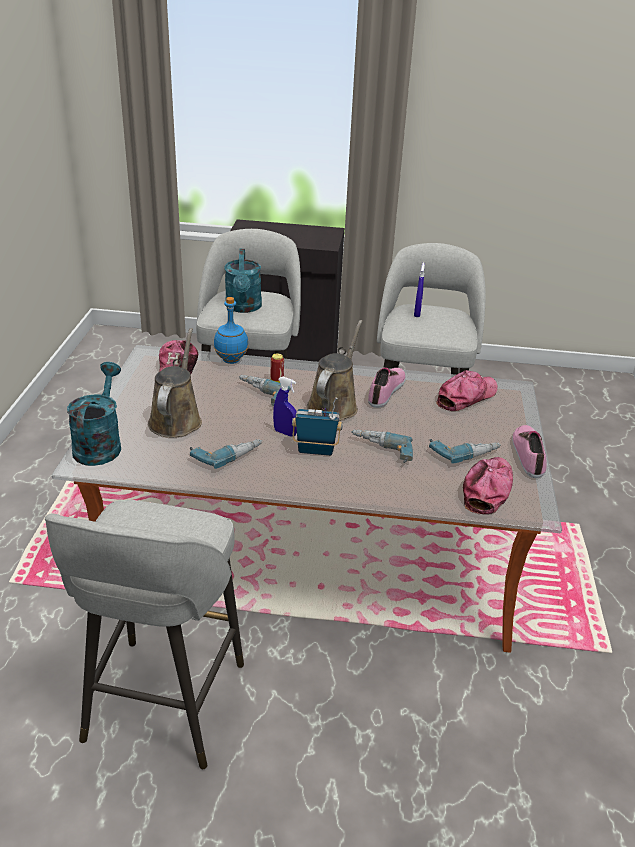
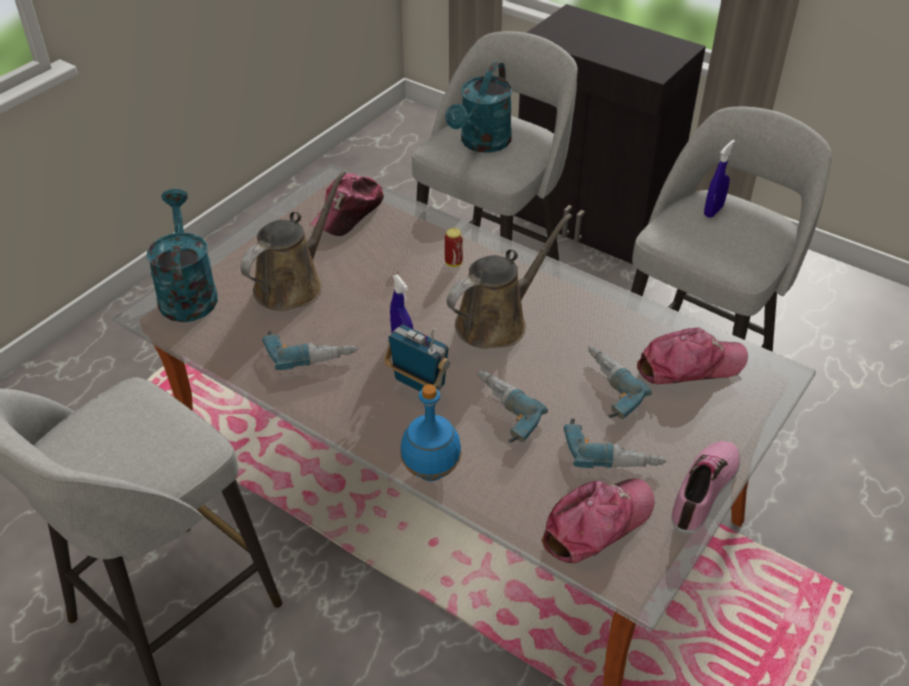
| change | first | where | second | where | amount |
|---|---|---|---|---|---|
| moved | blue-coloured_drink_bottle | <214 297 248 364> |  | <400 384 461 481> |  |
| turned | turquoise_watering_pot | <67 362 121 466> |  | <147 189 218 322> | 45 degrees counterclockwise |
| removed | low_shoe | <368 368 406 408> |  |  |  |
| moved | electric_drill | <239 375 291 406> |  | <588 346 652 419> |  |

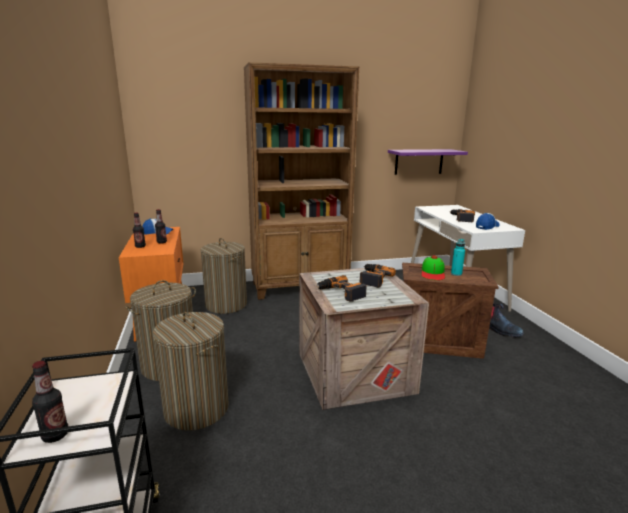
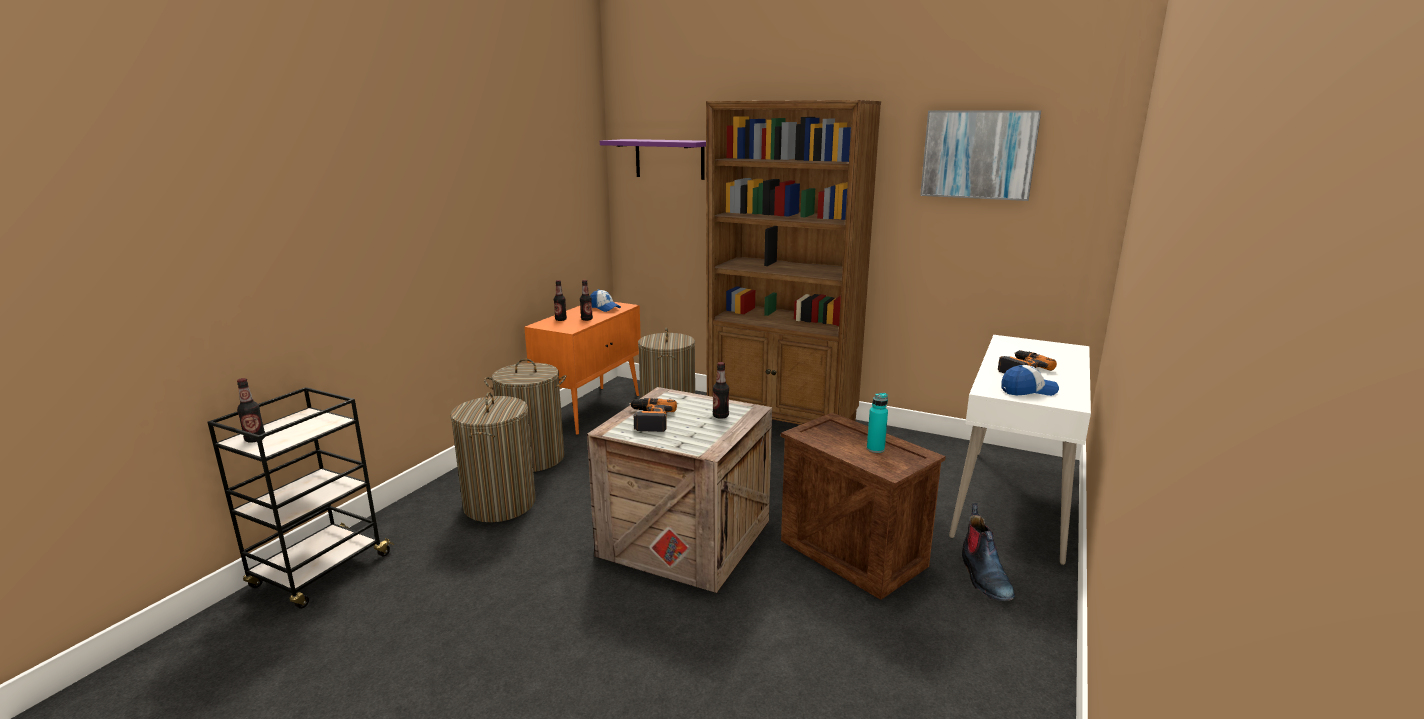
| change | first | where | second | where | amount |
|---|---|---|---|---|---|
| moved | purplish_bracket_shelf | <388 149 468 175> |  | <600 139 706 180> |  |
| removed | peaked_cap | <422 256 445 280> |  |  |  |
| replaced | electric_drill | <360 264 396 288> | drink_bottle | <713 362 729 419> |  |
| added |  |  | wall_picture | <920 110 1041 201> |  |

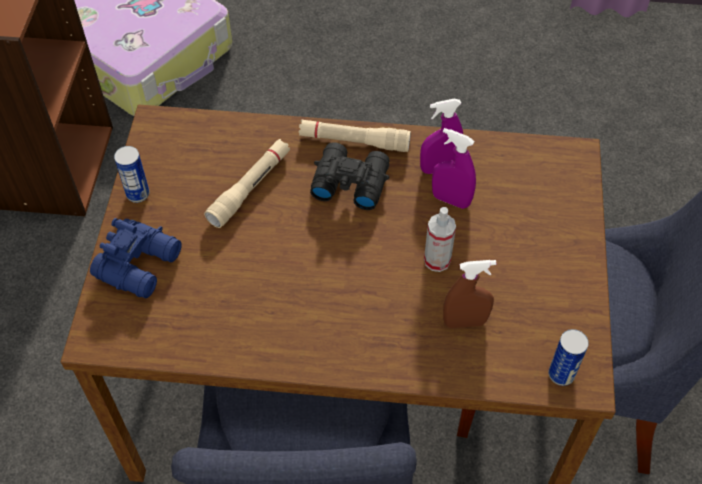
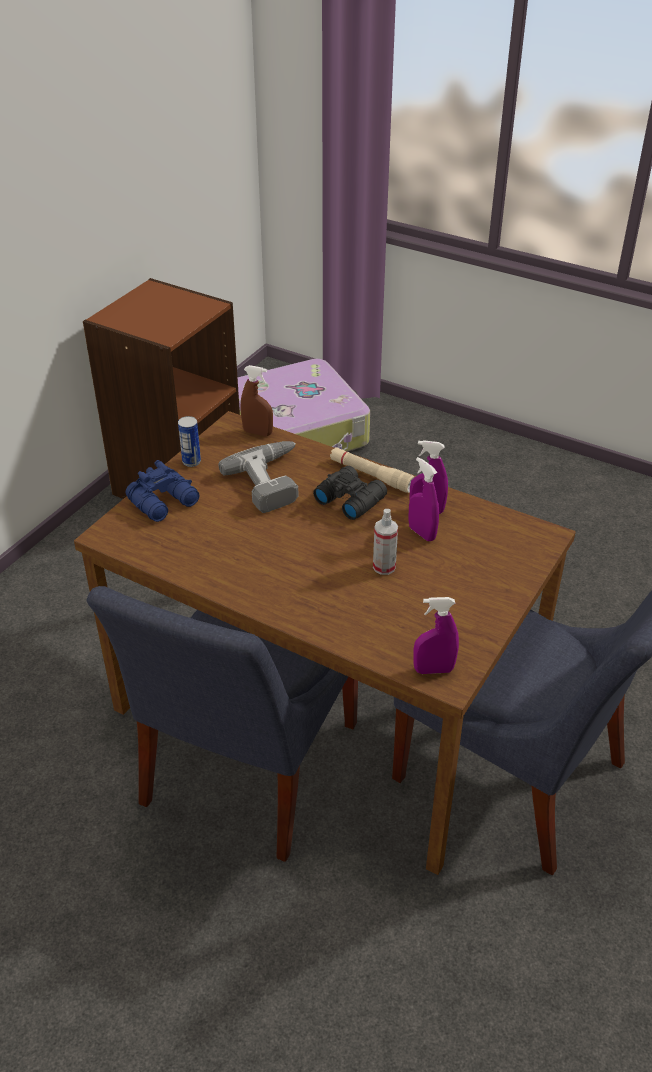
| change | first | where | second | where | amount |
|---|---|---|---|---|---|
| replaced | sand-coloured_flashlight | <204 139 290 228> | electric_drill | <218 441 298 513> |  |
| moved | brown-coloured_sprayer | <443 260 496 328> |  | <241 365 273 436> |  |
| replaced | sealed_can | <548 329 589 386> | purplish_sprayer | <413 597 459 674> |  |

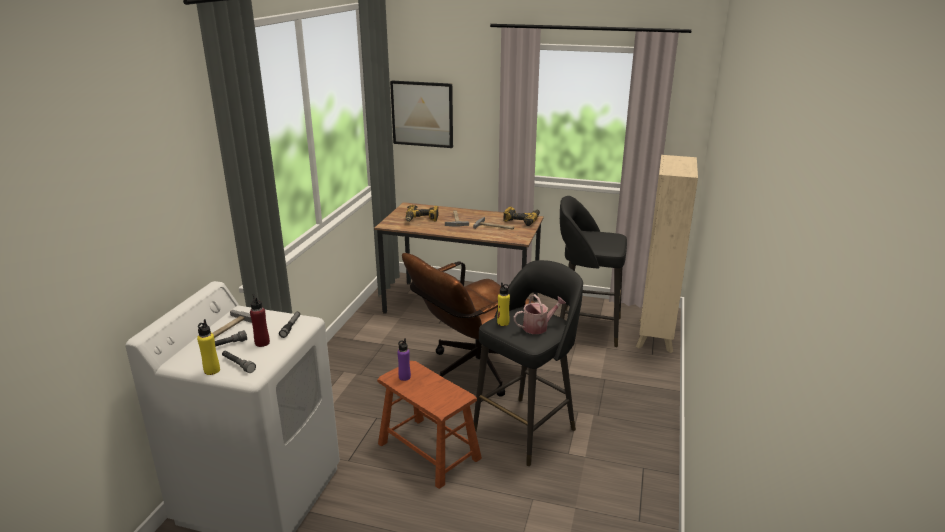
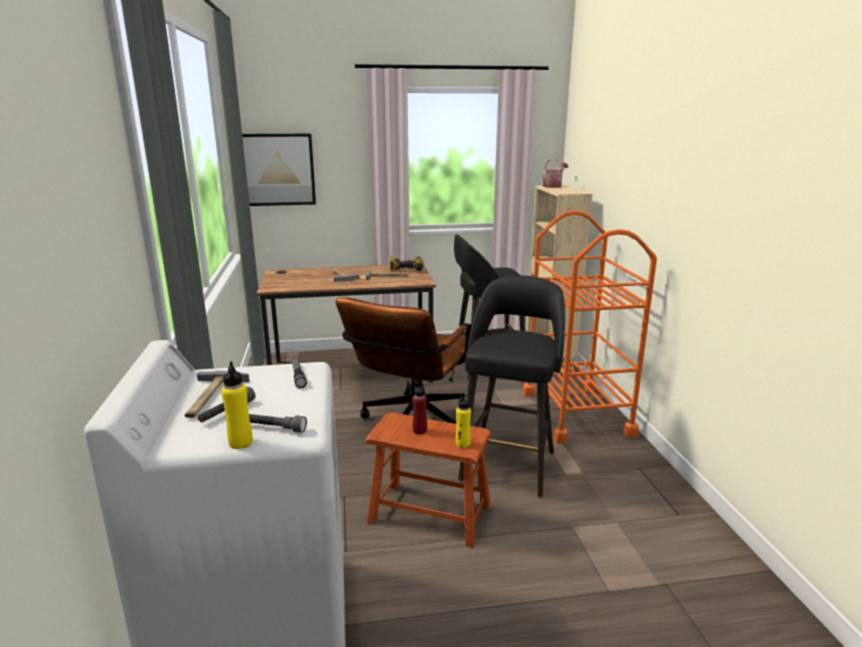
| change | first | where | second | where | amount |
|---|---|---|---|---|---|
| removed | electric_drill | <406 205 439 222> |  |  |  |
| moved | yellow_drink_bottle | <497 282 510 326> |  | <455 394 472 448> |  |
| moved | red_drink_bottle | <250 294 270 347> |  | <413 381 427 434> |  |
| moved | watering_pot | <514 294 566 334> |  | <543 159 569 188> |  |
| removed | purplish_drink_bottle | <397 338 411 381> |  |  |  |
| added |  |  | orange_trolley | <523 210 657 444> |  |

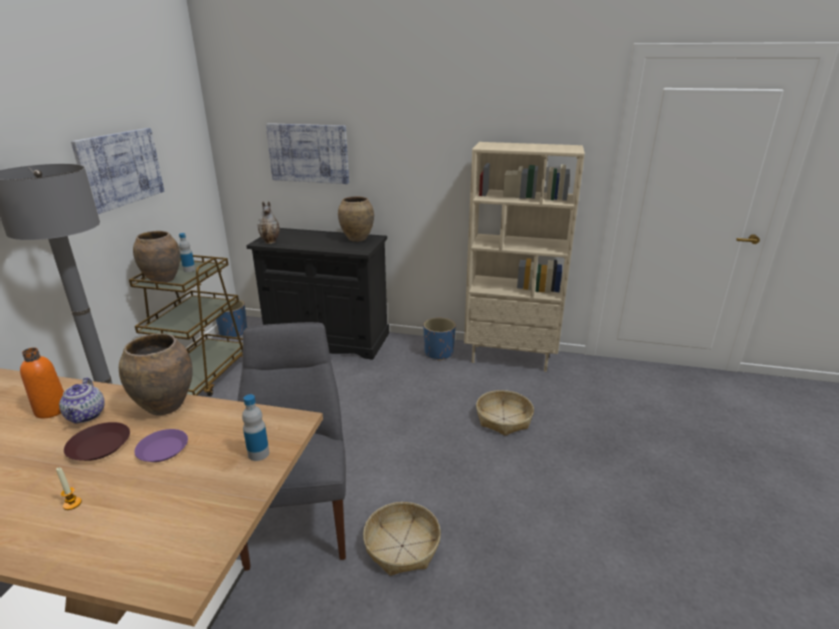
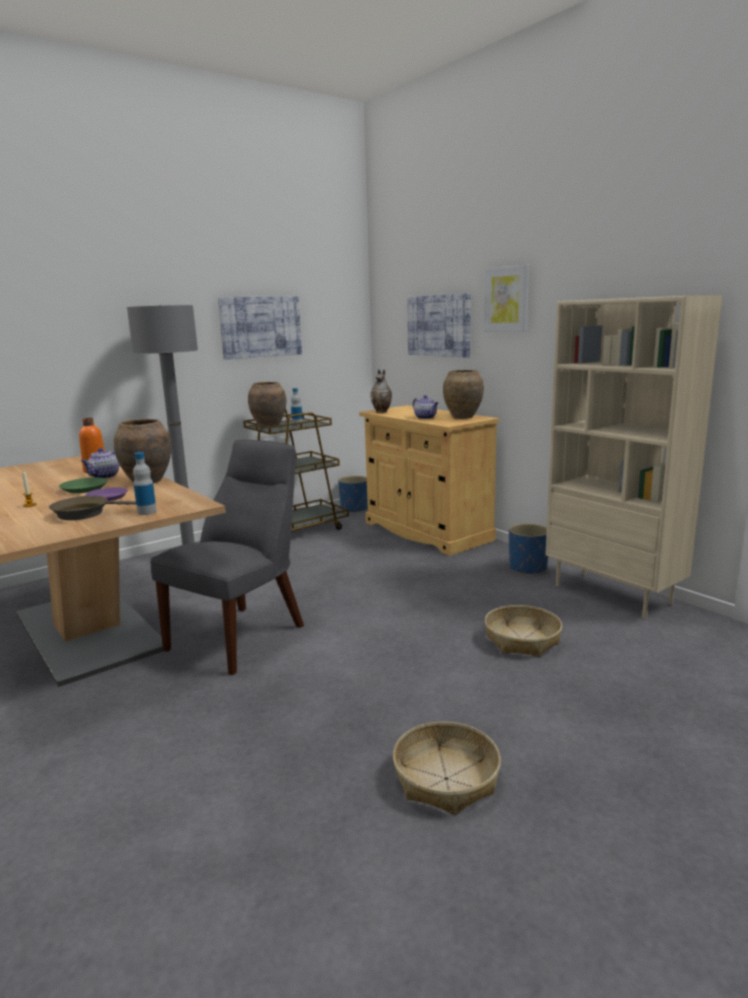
| change | first | where | second | where | amount |
|---|---|---|---|---|---|
| recoloured | blackish_cupboard | <246 228 389 360> | sand-coloured_cupboard | <359 405 499 556> |  |
| recoloured | brown-coloured_flat_dish | <64 422 130 461> | green-coloured_flat_dish | <59 478 108 493> |  |
| moved | household_basket | <363 502 441 576> |  | <393 722 501 815> |  |
| added |  |  | wall_picture | <484 265 530 332> |  |
| added |  |  | teapot | <413 395 438 419> |  |
| added |  |  | brown-coloured_pan | <49 496 136 520> |  |

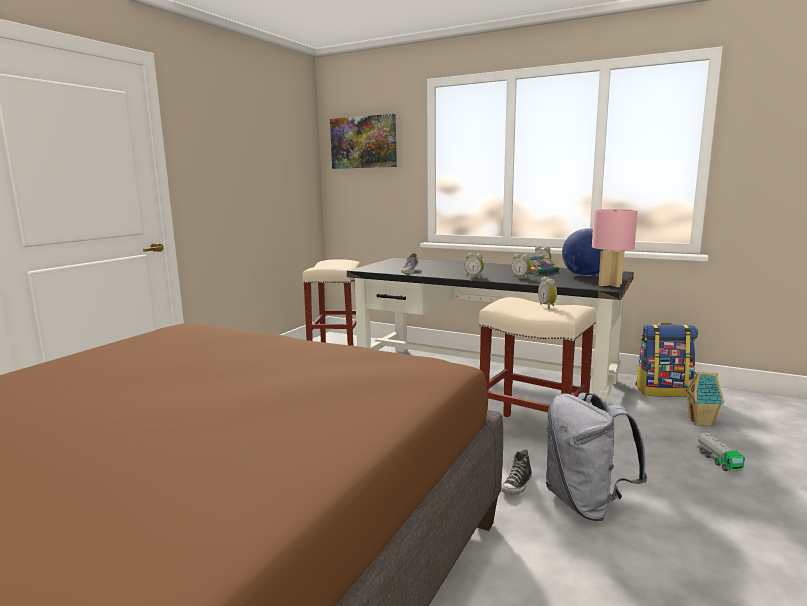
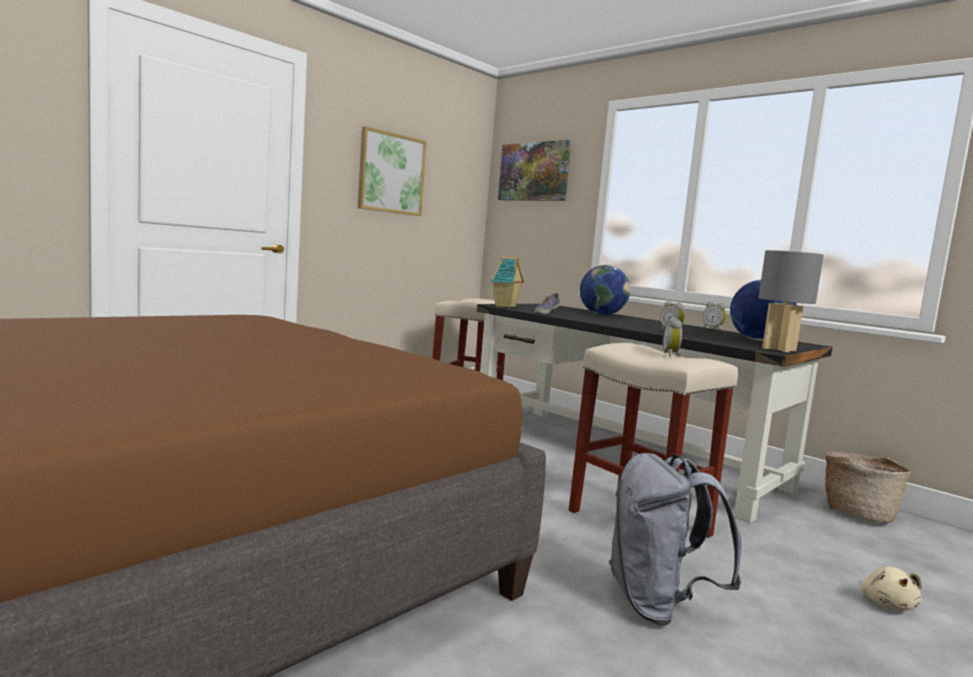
| change | first | where | second | where | amount |
|---|---|---|---|---|---|
| recoloured | pinkish_tabletop_lamp | <592 209 638 287> | grey_tabletop_lamp | <758 250 824 352> |  |
| removed | bedside_clock | <465 253 484 277> |  |  |  |
| removed | volume | <529 255 559 275> |  |  |  |
| replaced | knapsack | <635 323 698 397> | household_basket | <825 451 911 523> |  |
| moved | model_house | <685 372 724 426> |  | <491 256 524 308> |  |
| replaced | toy_lorry | <698 432 745 472> | sand-coloured_cuddly_toy | <861 566 922 611> |  |
| removed | low_shoe | <501 449 532 495> |  |  |  |
| added |  |  | wall_picture | <358 126 427 216> |  |
| added |  |  | desk_globe | <580 265 630 315> |  |

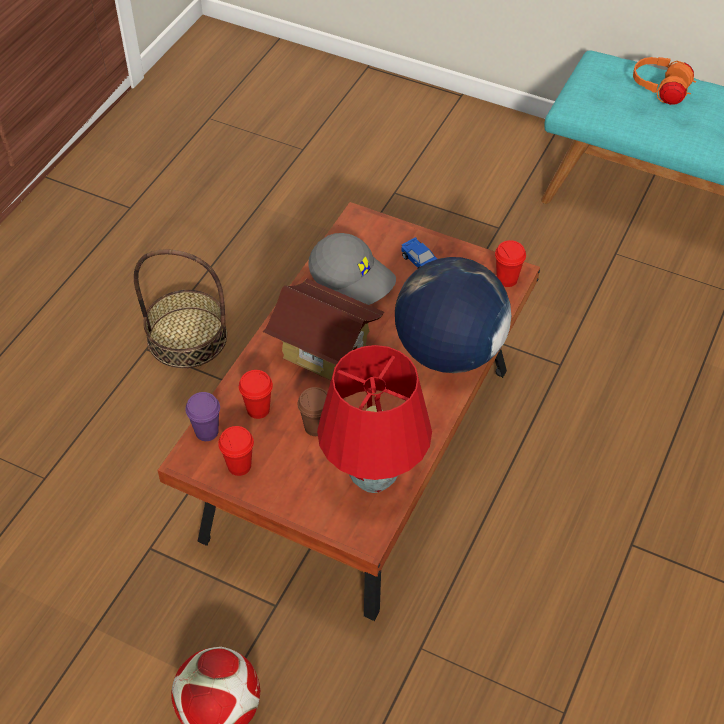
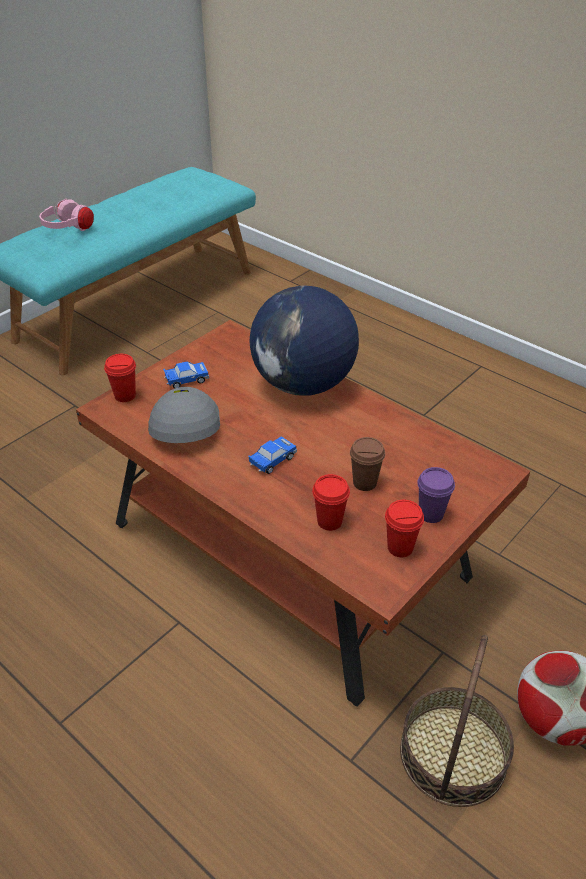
| change | first | where | second | where | amount |
|---|---|---|---|---|---|
| recoloured | orange_headphones | <633 57 696 105> | pinkish_headphones | <39 199 94 231> |  |
| turned | grey_peaked_cap | <308 233 396 305> |  | <148 387 220 443> | 60 degrees counterclockwise |
| moved | red_drinking_cup | <495 240 526 287> |  | <104 354 136 402> |  |
| moved | household_basket | <134 249 227 368> |  | <400 635 514 807> |  |
| replaced | model_house | <263 279 384 380> | miniature_car | <248 436 297 474> |  |
| removed | red_tabletop_lamp | <317 345 432 493> |  |  |  |
| moved | purplish_drinking_cup | <186 392 220 441> |  | <417 467 455 523> |  |

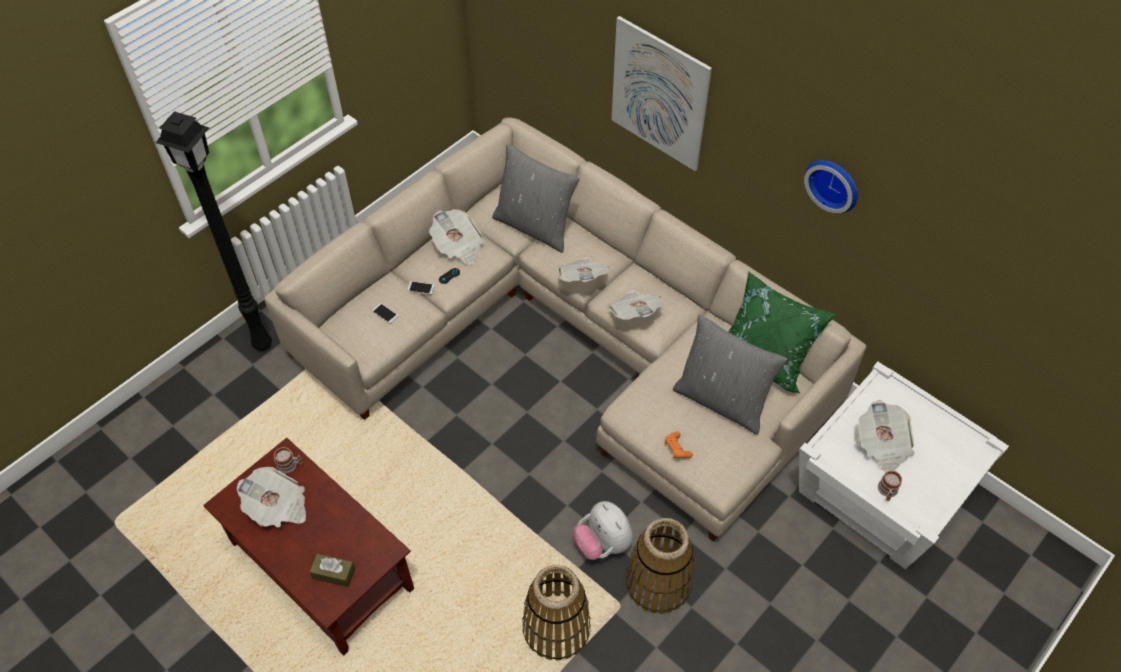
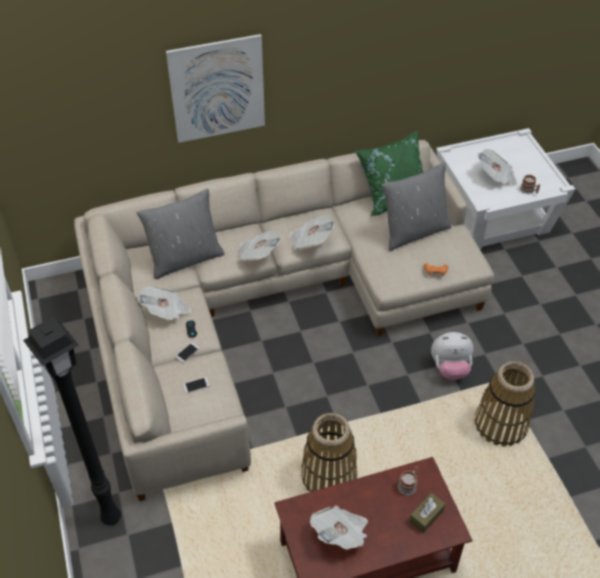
| change | first | where | second | where | amount |
|---|---|---|---|---|---|
| removed | clock_on_the_wall | <804 160 858 213> |  |  |  |
| moved | tea_mug | <274 447 303 473> |  | <398 466 417 495> |  |
| moved | household_basket | <626 518 694 614> |  | <301 413 357 492> |  |

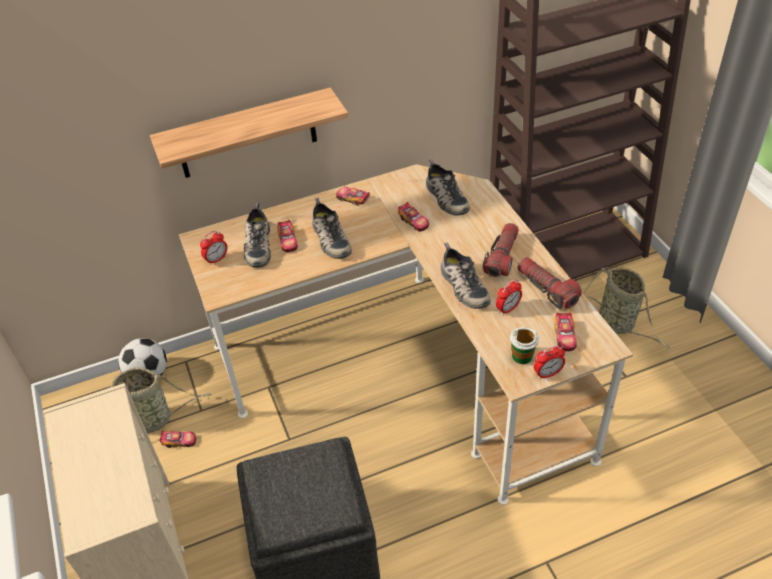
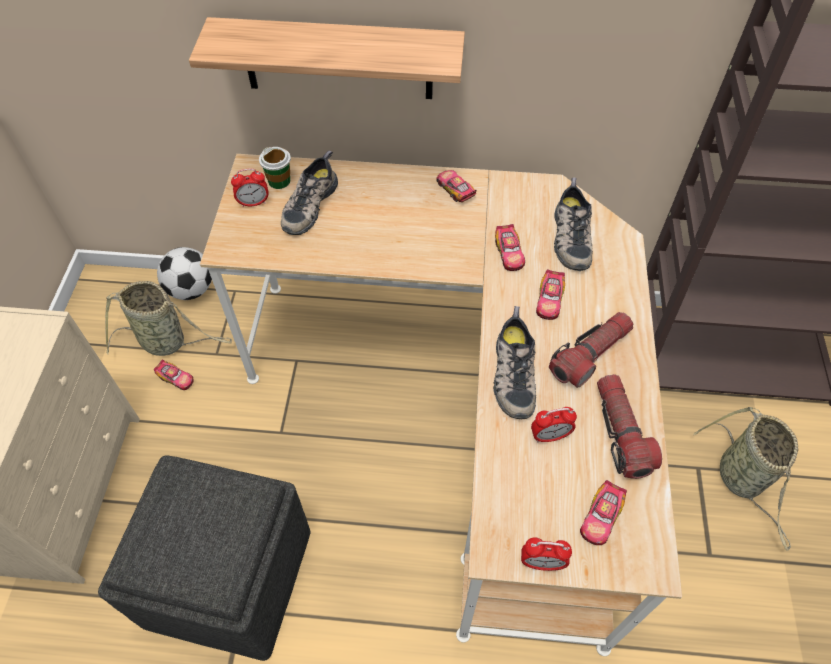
| change | first | where | second | where | amount |
|---|---|---|---|---|---|
| removed | low_shoe | <313 198 352 259> |  |  |  |
| moved | miniature_car | <277 220 298 252> |  | <536 269 565 320> |  |
| moved | drinking_cup | <510 327 539 364> |  | <259 147 291 189> |  |

